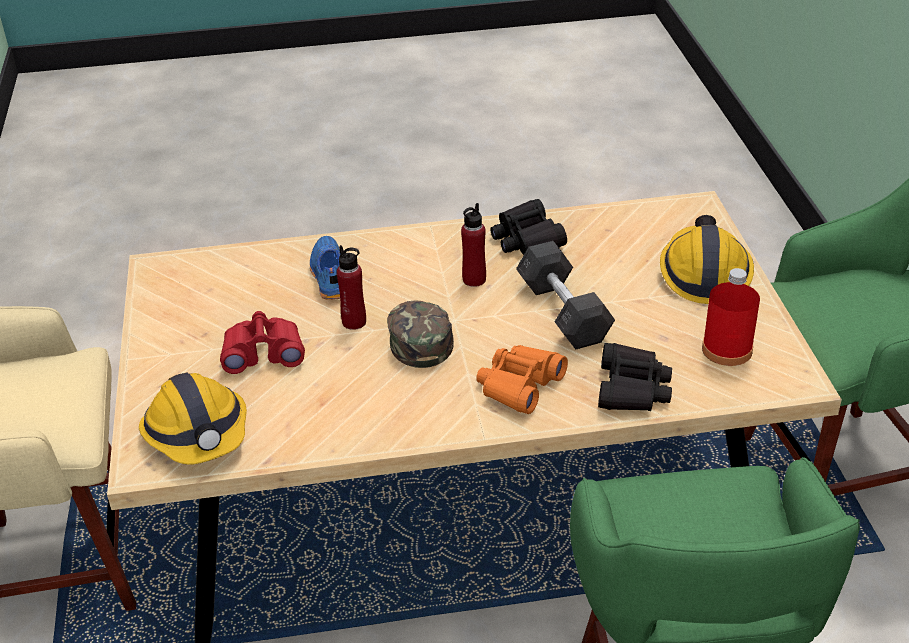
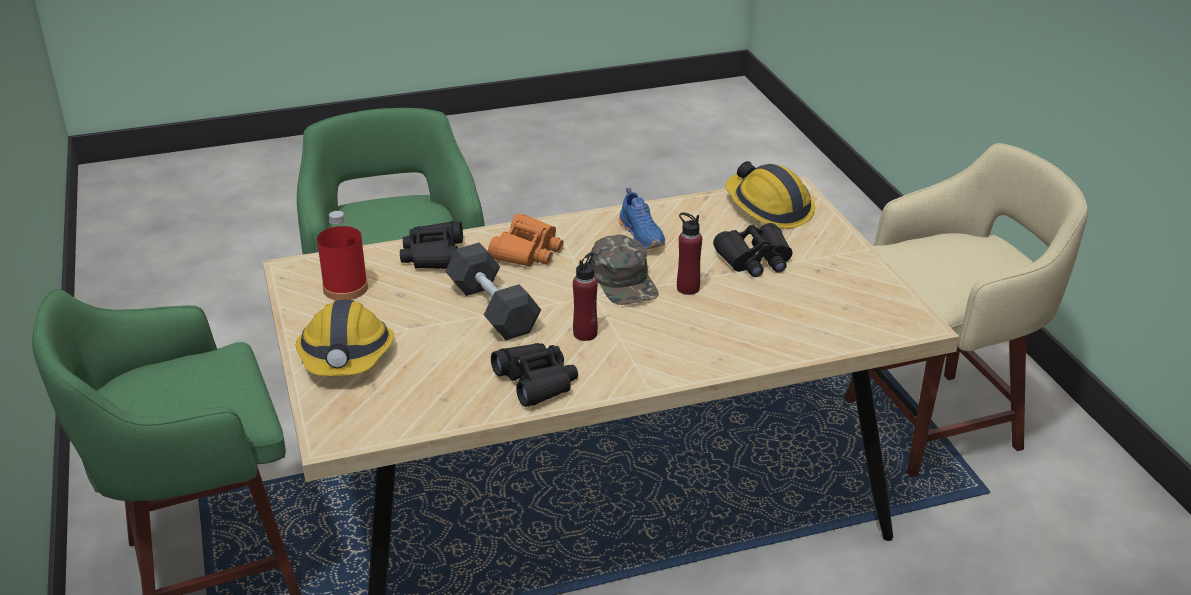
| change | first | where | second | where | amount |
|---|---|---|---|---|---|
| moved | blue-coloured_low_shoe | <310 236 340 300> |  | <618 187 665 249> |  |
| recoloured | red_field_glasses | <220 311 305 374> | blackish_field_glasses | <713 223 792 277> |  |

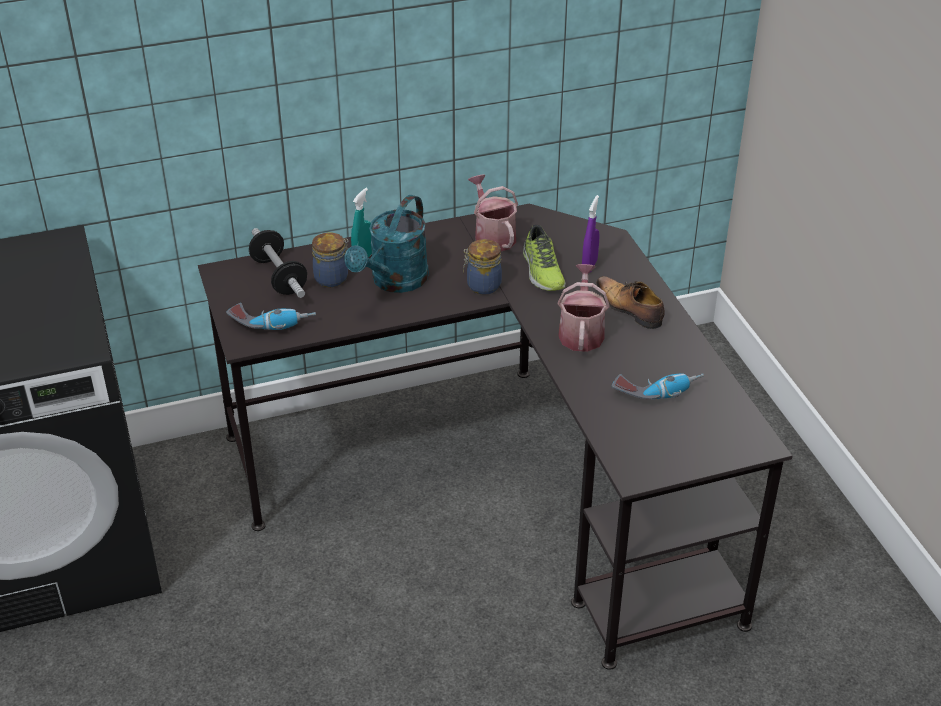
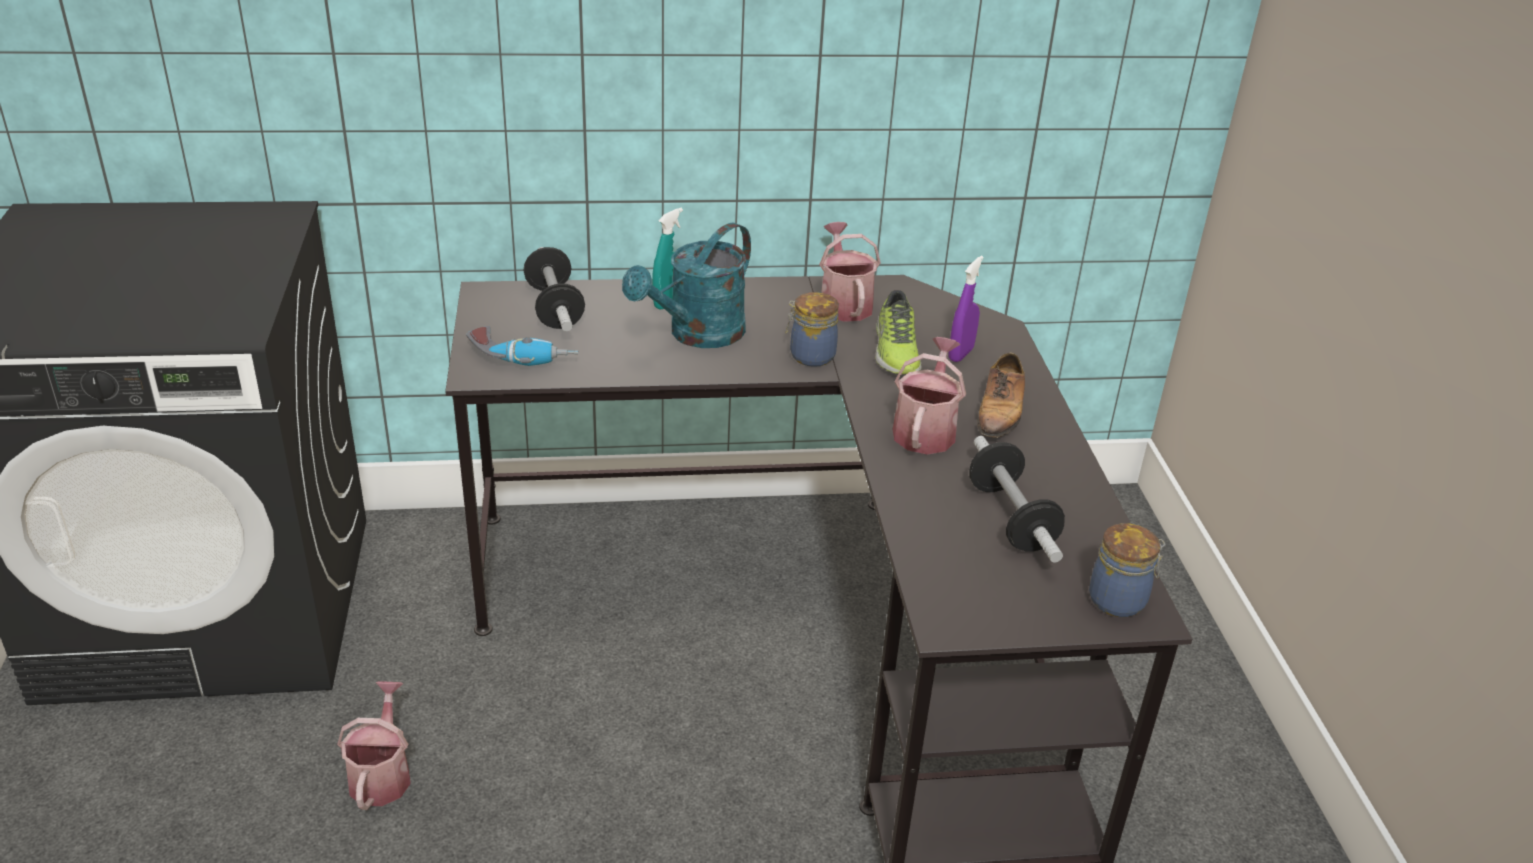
| change | first | where | second | where | amount |
|---|---|---|---|---|---|
| moved | storage_jar | <312 232 349 287> |  | <1089 523 1166 617> |  |
| turned | low_shoe | <596 276 665 329> |  | <977 353 1025 438> | 135 degrees counterclockwise |
| replaced | electric_drill | <612 373 704 400> | free_weight | <969 436 1065 563> |  |
| added |  |  | watering_pot | <337 681 411 810> |  |

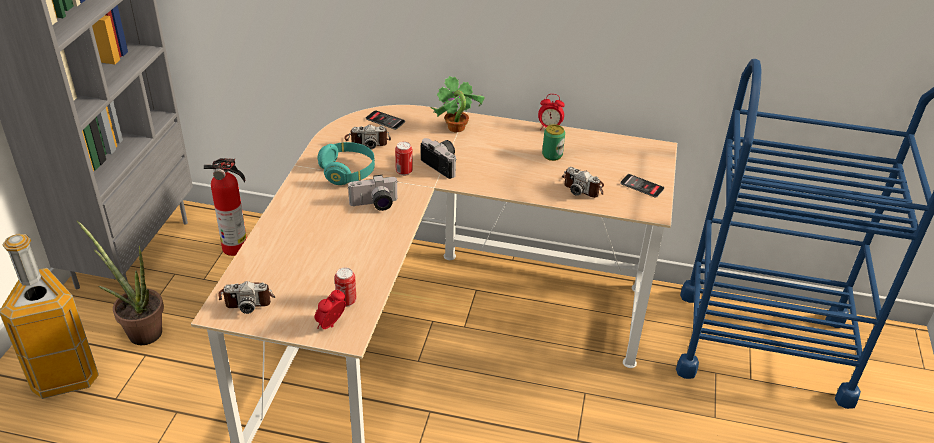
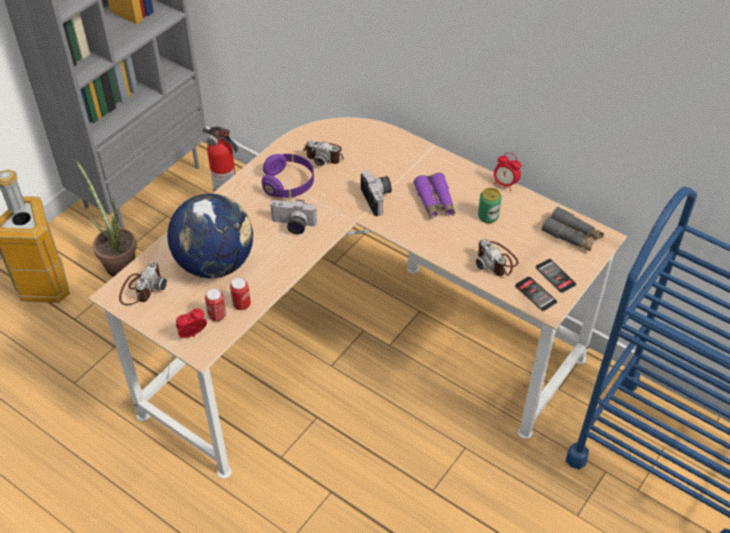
| change | first | where | second | where | amount |
|---|---|---|---|---|---|
| removed | plant_in_a_pot | <430 76 485 133> |  |  |  |
| moved | handset | <366 110 405 130> |  | <515 276 557 311> |  |
| recoloured | turquoise_headphones | <318 142 375 185> | purplish_headphones | <262 154 314 198> |  |
| moved | sealed_can | <395 142 413 176> |  | <230 277 251 310> |  |
| turned | still_camera | <218 281 275 314> |  | <119 262 167 305> | 90 degrees counterclockwise |
| added |  |  | purplish_field_glasses | <414 173 455 219> |  |
| added |  |  | desk_globe | <167 193 253 278> |  |
| added |  |  | grey_field_glasses | <542 207 604 251> |  |

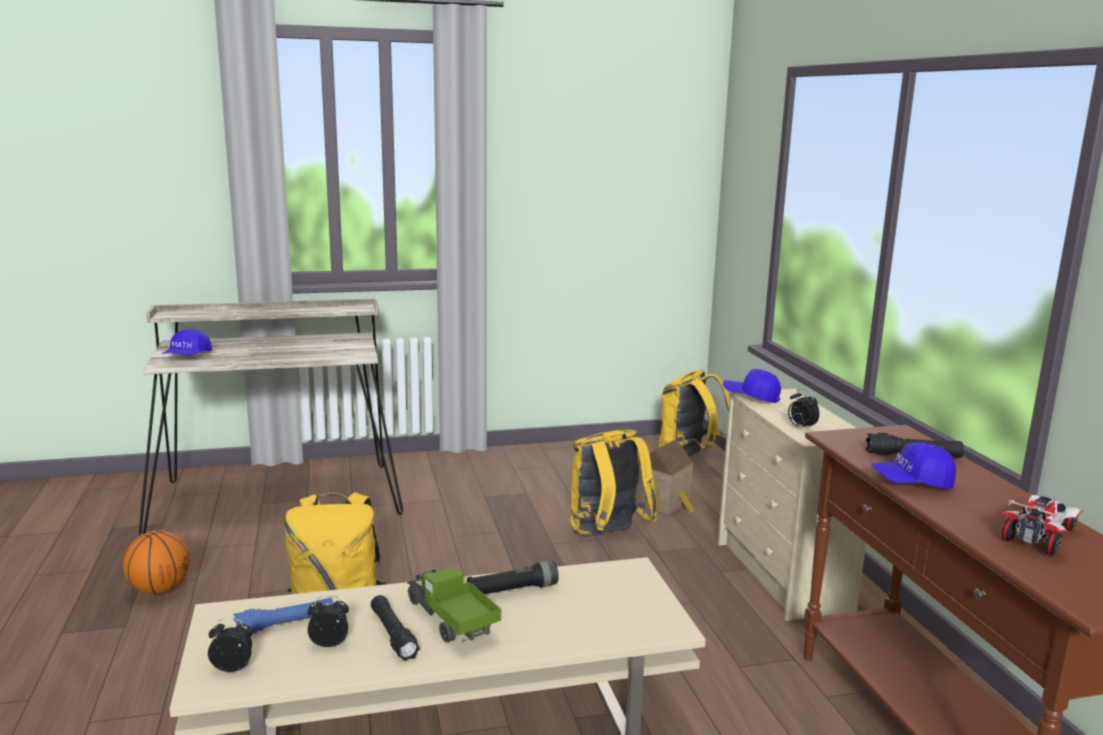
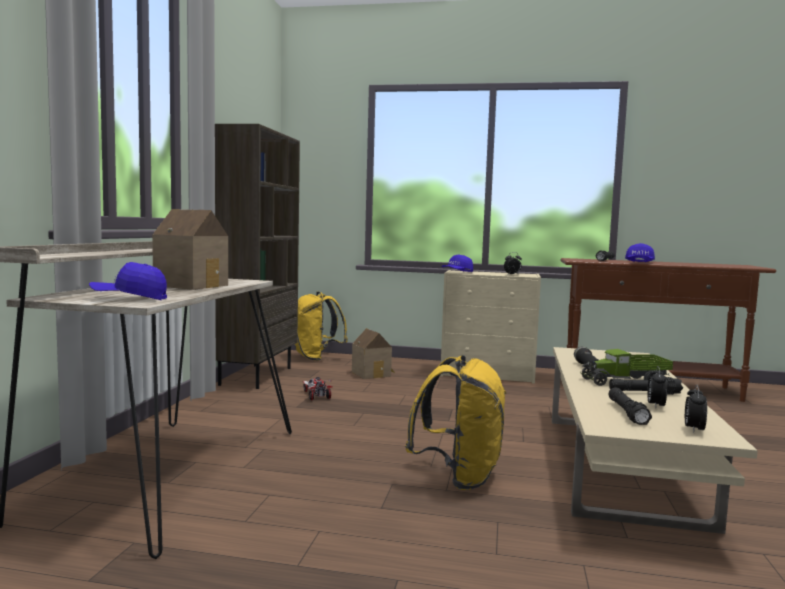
| change | first | where | second | where | amount |
|---|---|---|---|---|---|
| turned | blue-coloured_peaked_cap | <162 329 212 356> |  | <89 262 167 300> | 135 degrees clockwise |
| removed | yellow_knapsack | <570 430 659 536> |  |  |  |
| moved | miniature_car | <1001 495 1083 556> |  | <302 377 332 400> |  |
| removed | basketball | <123 530 190 594> |  |  |  |
| recoloured | blue-coloured_flashlight | <233 598 334 634> | blackish_flashlight | <609 387 652 425> |  |
| added |  |  | brown-coloured_shelving_unit | <215 124 300 389> |  |
| added |  |  | model_house | <152 209 228 290> |  |

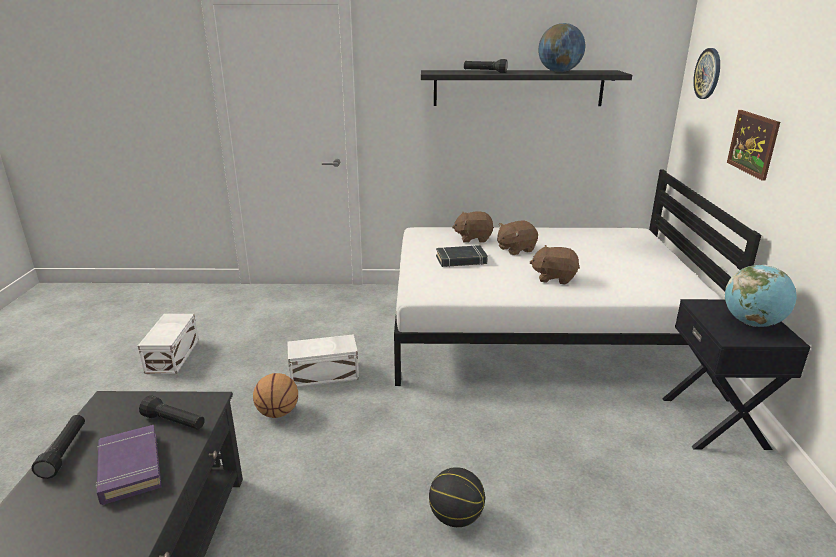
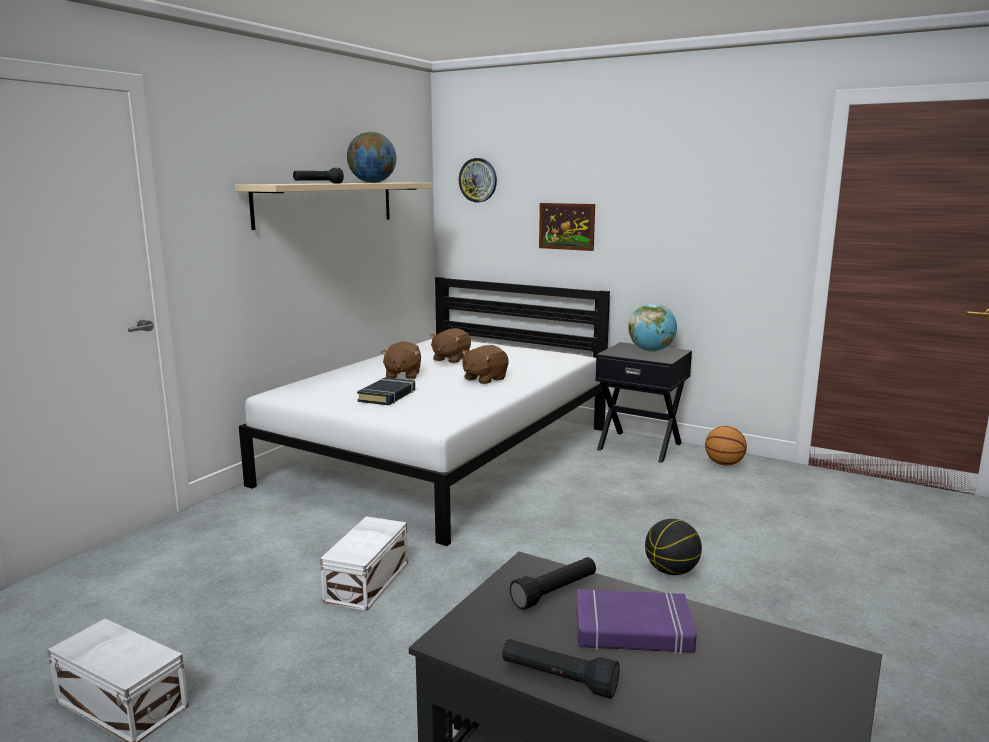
| change | first | where | second | where | amount |
|---|---|---|---|---|---|
| recoloured | blackish_bracket_shelf | <421 70 632 106> | sand-coloured_bracket_shelf | <235 183 432 230> |  |
| moved | brown-coloured_cuddly_toy | <452 211 494 243> |  | <430 328 471 363> |  |
| moved | basketball | <253 373 298 418> |  | <705 426 747 466> |  |

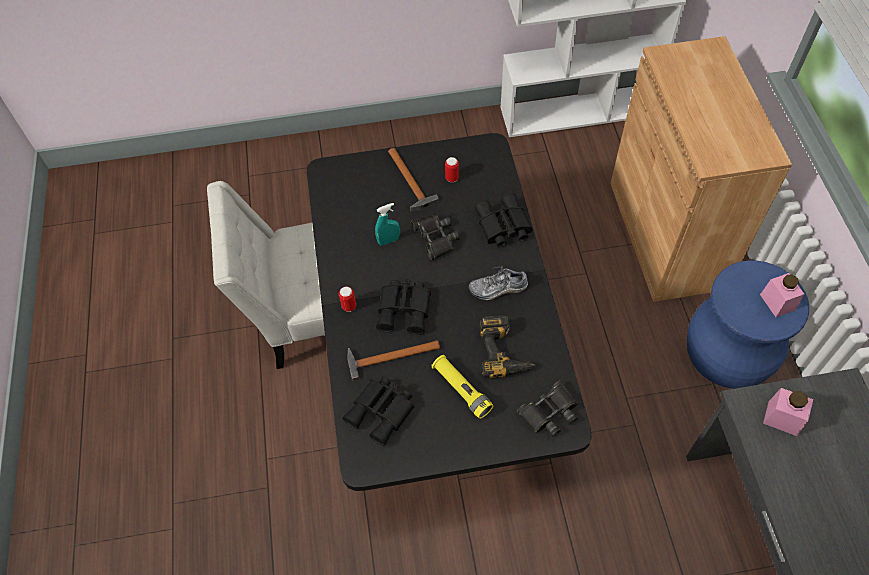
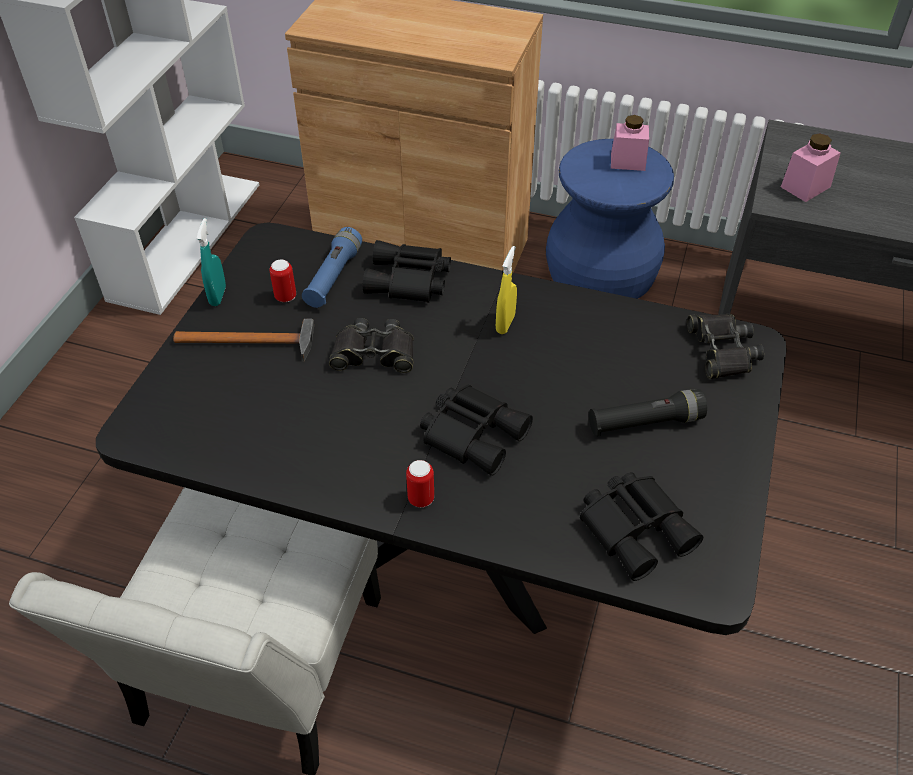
| change | first | where | second | where | amount |
|---|---|---|---|---|---|
| moved | turquoise_sprayer | <375 203 400 246> |  | <196 218 226 306> |  |
| replaced | low_shoe | <469 266 528 300> | yellow_sprayer | <496 246 517 334> |  |
| removed | electric_drill | <480 315 536 378> |  |  |  |
| removed | tool_hammer | <347 340 440 381> |  |  |  |
| recoloured | yellow_flashlight | <432 355 493 419> | blackish_flashlight | <589 389 707 436> |  |
| added |  |  | blue-coloured_flashlight | <302 227 362 308> |  |

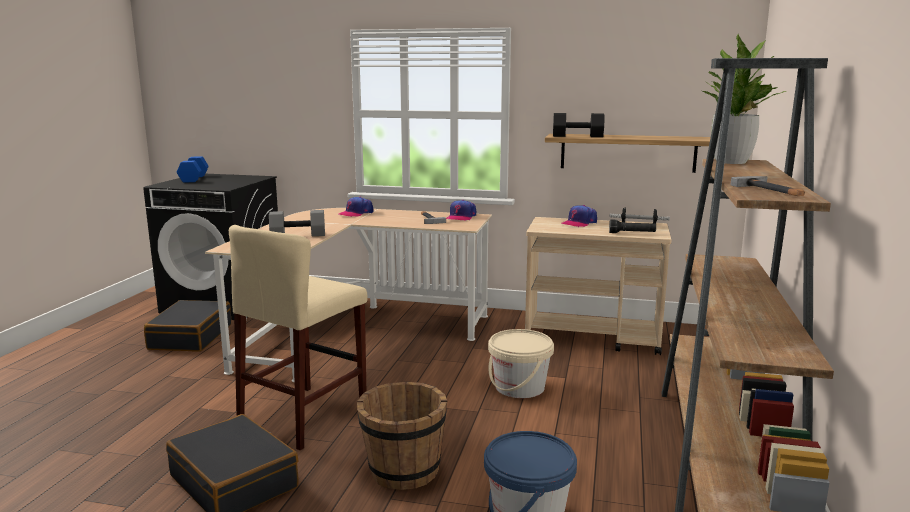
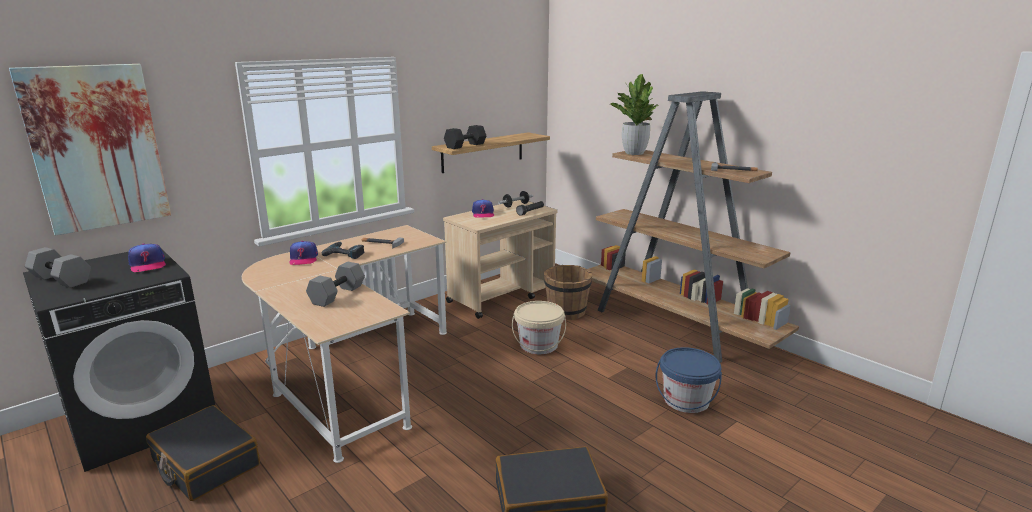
| change | first | where | second | where | amount |
|---|---|---|---|---|---|
| recoloured | blue-coloured_free_weight | <177 156 209 182> | grey_free_weight | <25 247 91 288> |  |
| moved | peaked_cap | <446 200 476 221> |  | <128 243 166 272> |  |
| removed | sand-coloured_stool_seat | <229 225 367 450> |  |  |  |
| moved | brown-coloured_water_bucket | <357 382 447 490> |  | <544 265 592 320> |  |
| added |  |  | wall_picture | <9 64 171 235> |  |
| added |  |  | electric_drill | <322 242 365 259> |  |

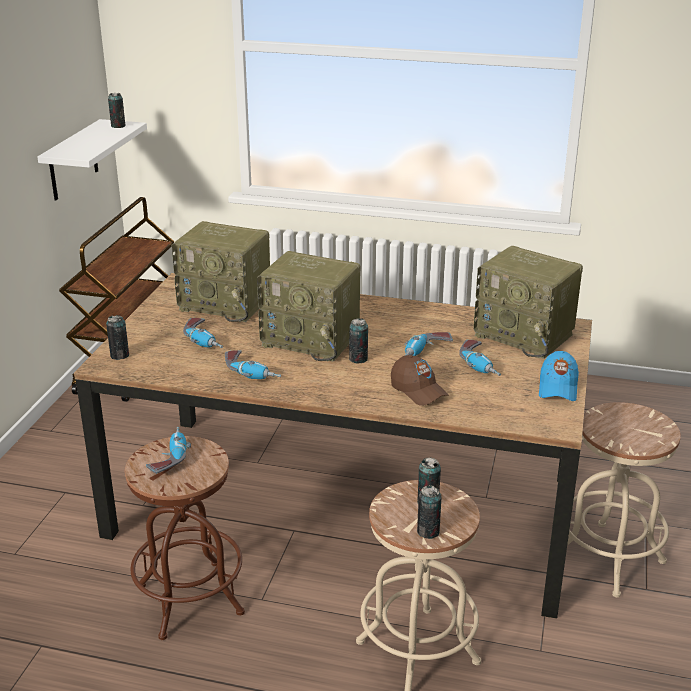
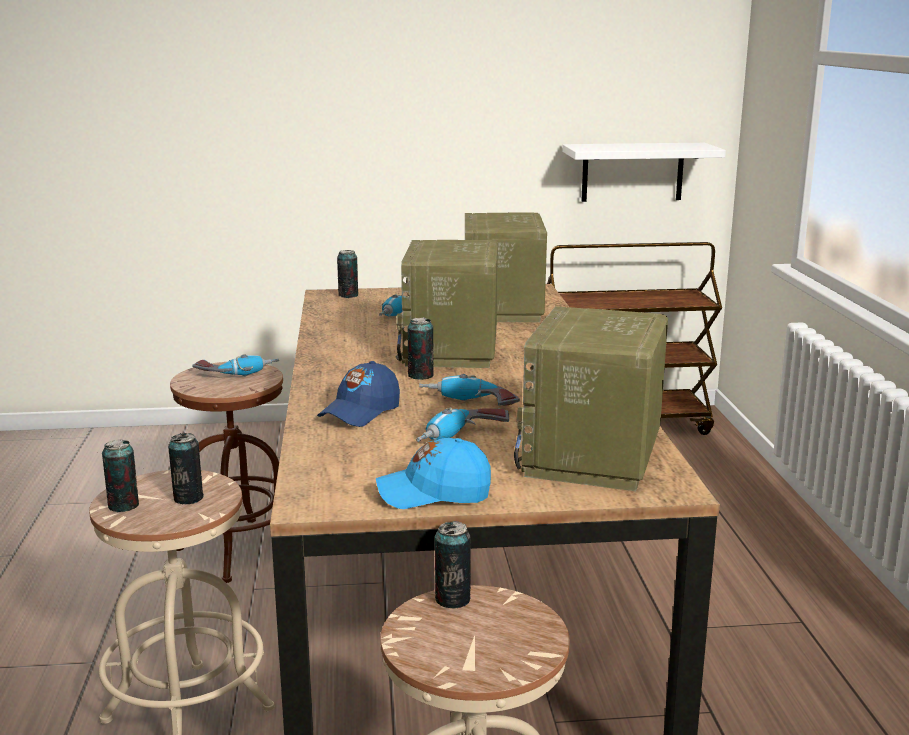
| change | first | where | second | where | amount |
|---|---|---|---|---|---|
| moved | sealed_can | <108 93 126 128> |  | <435 521 471 608> |  |
| removed | electric_drill | <225 350 281 379> |  |  |  |
| recoloured | brown-coloured_peaked_cap | <391 355 449 406> | blue-coloured_peaked_cap | <317 361 400 427> |  |

